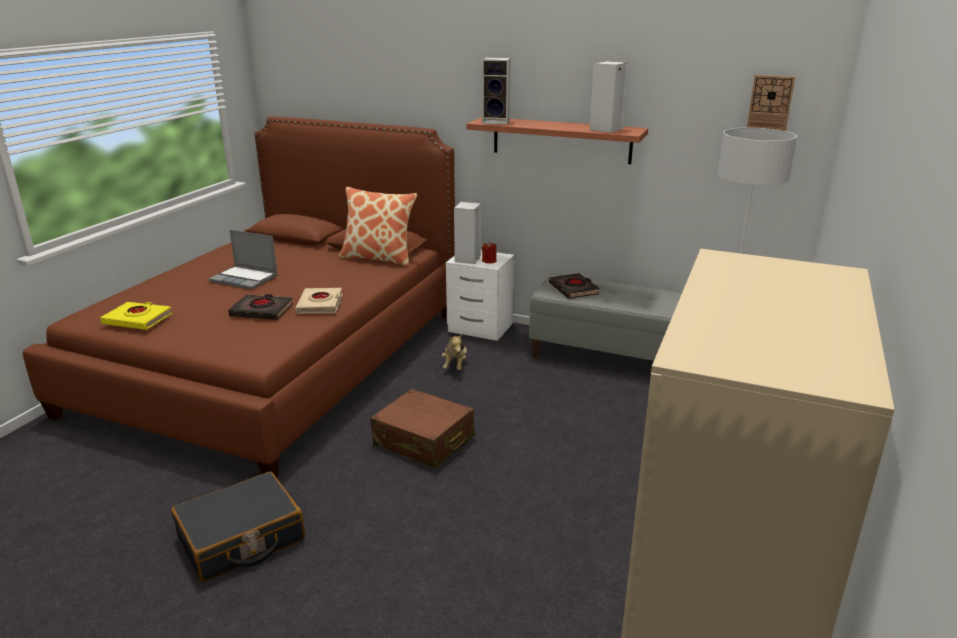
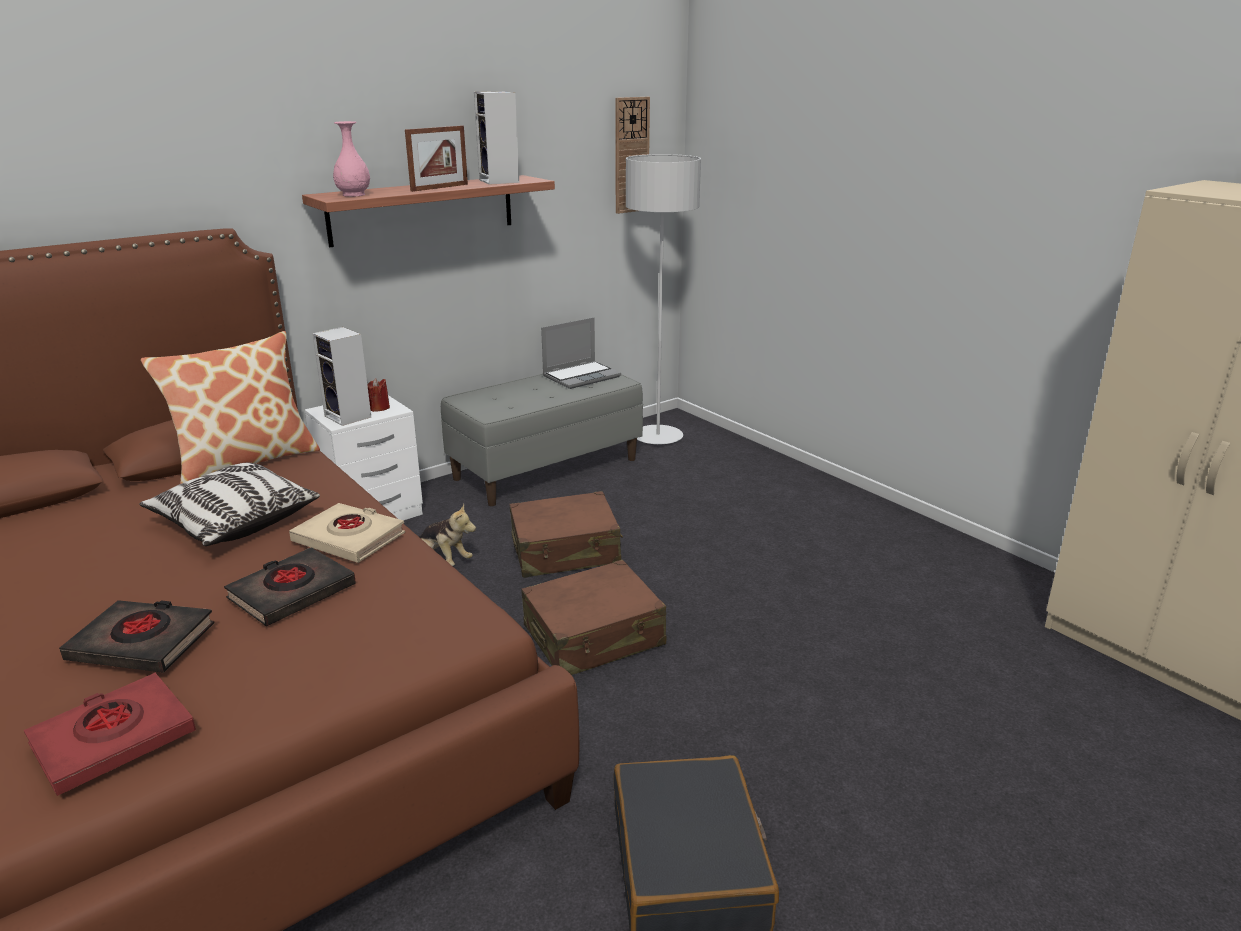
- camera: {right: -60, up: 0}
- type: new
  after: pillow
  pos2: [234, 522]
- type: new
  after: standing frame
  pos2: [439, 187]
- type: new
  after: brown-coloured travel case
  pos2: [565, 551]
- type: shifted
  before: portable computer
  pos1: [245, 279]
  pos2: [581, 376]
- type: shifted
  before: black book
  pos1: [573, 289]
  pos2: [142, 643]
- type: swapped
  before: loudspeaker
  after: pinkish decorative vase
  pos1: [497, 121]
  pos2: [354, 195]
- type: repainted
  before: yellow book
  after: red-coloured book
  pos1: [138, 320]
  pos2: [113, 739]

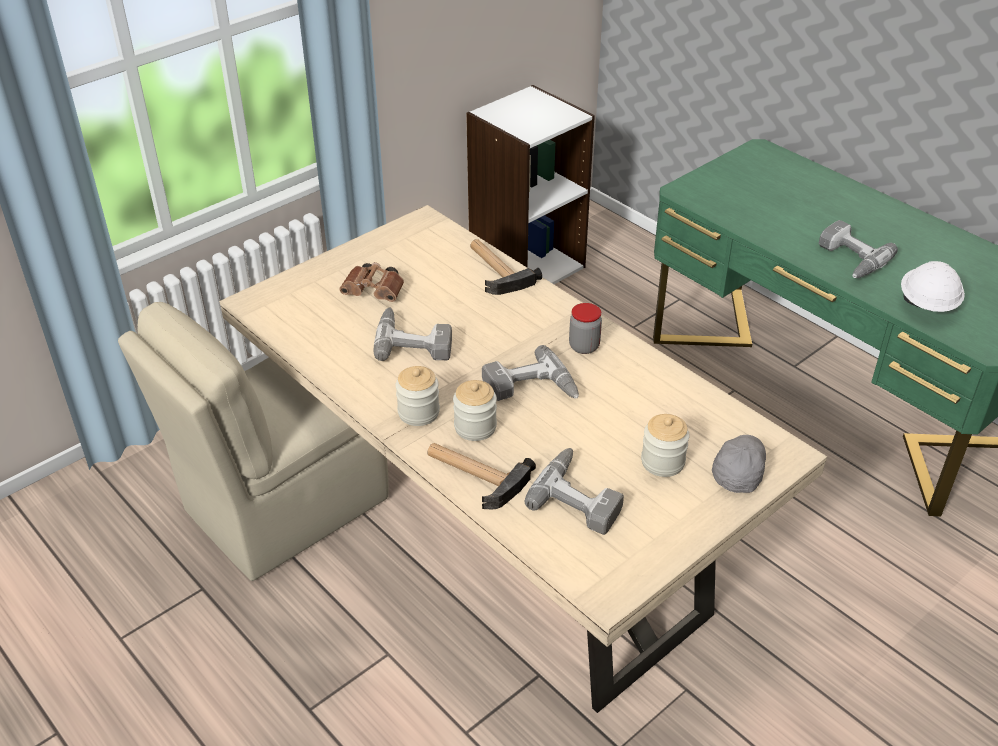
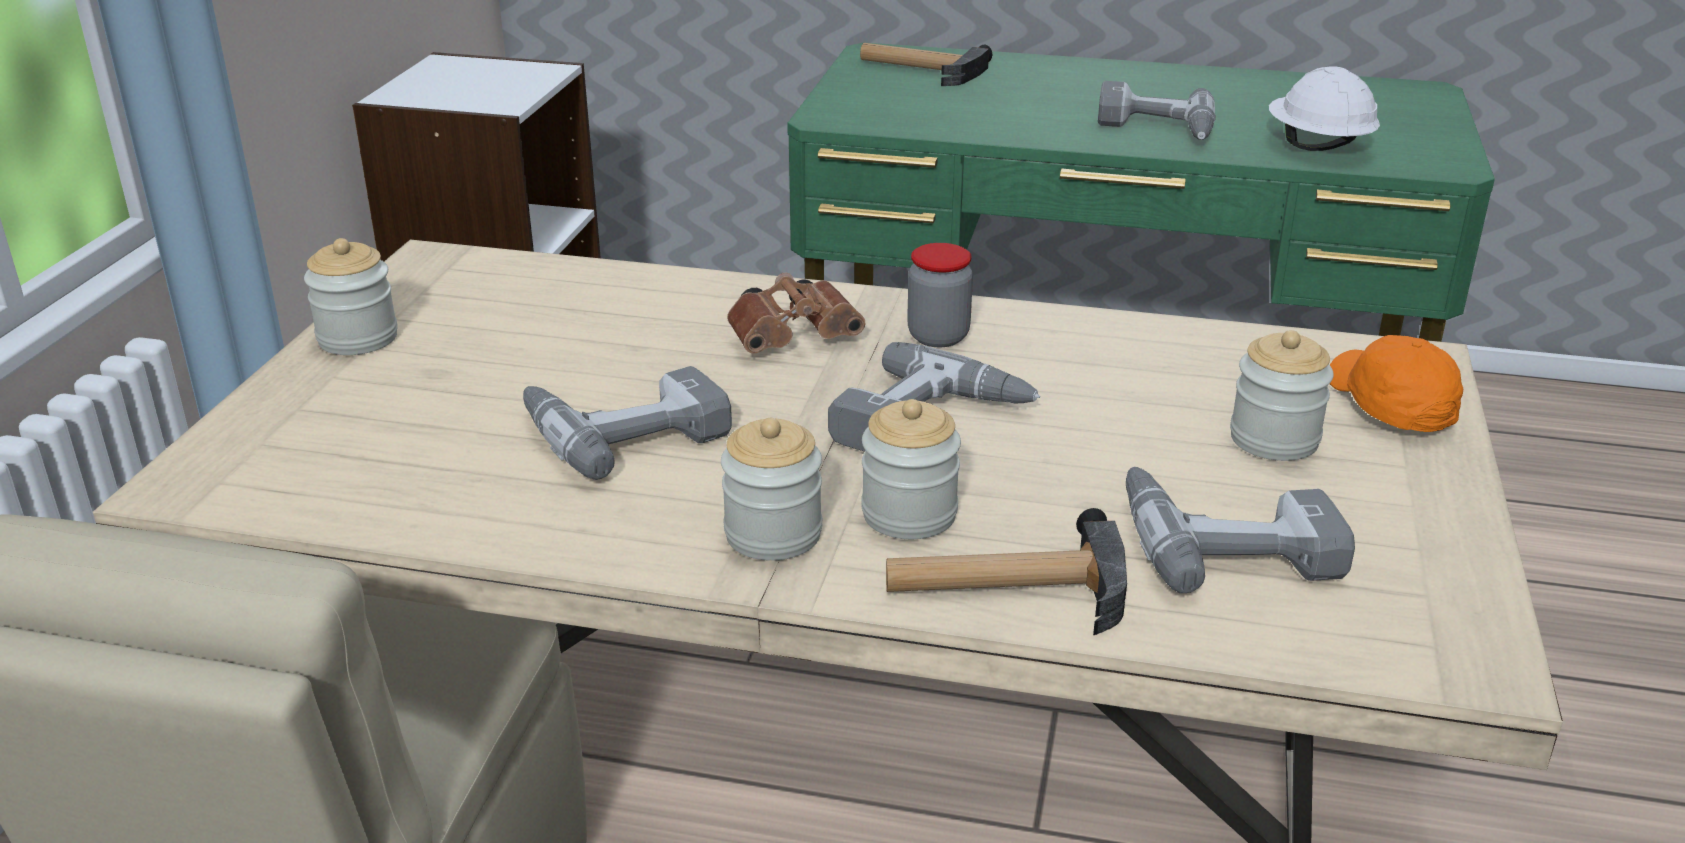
- camera: {right: -35, up: -10}
- type: new
  after: storage jar
  pos2: [358, 338]
- type: shifted
  before: brown-coloured binoculars
  pos1: [375, 292]
  pos2: [797, 337]
- type: shifted
  before: hand hammer
  pos1: [495, 270]
  pos2: [920, 69]
- type: repainted
  before: grey baseball cap
  after: orange baseball cap
  pos1: [739, 469]
  pos2: [1388, 405]

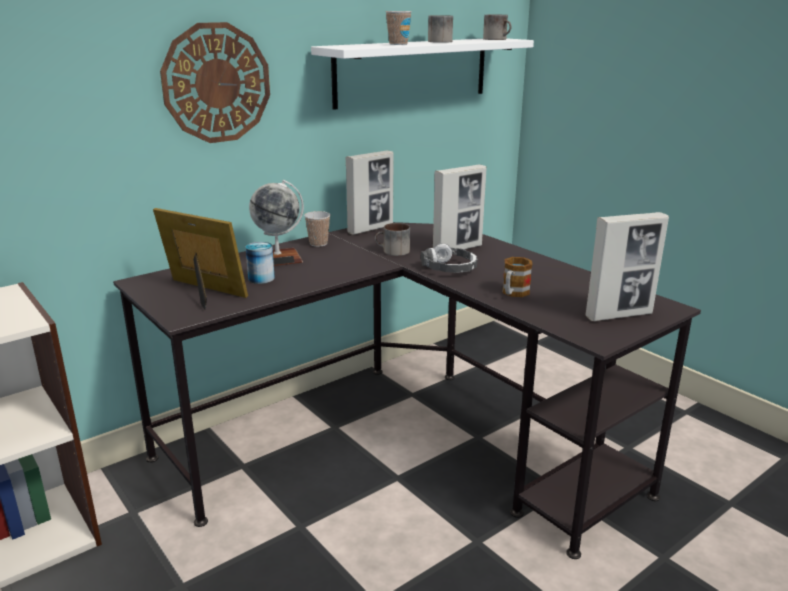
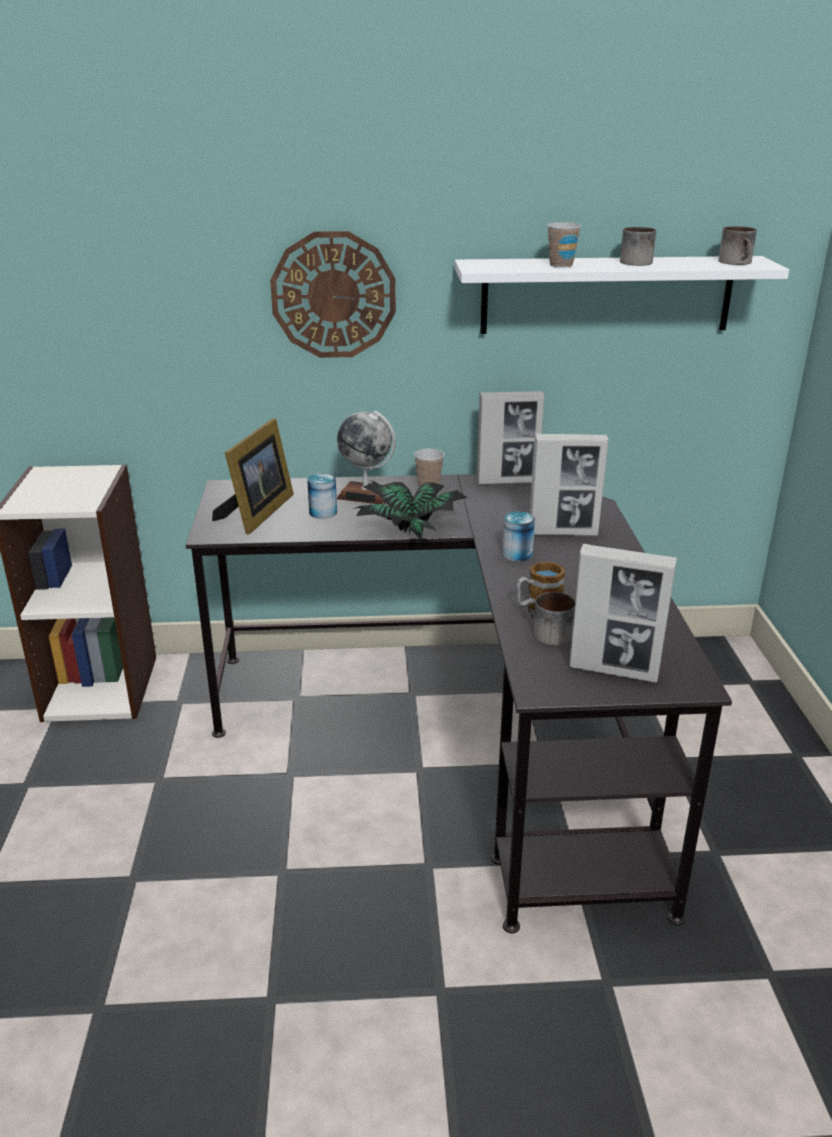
- camera: {right: 35, up: 5}
- type: new
  after: plant in a pot
  pos2: [413, 531]
- type: shifted
  before: mug
  pos1: [392, 251]
  pos2: [547, 634]
- type: swapped
  before: headset
  after: can
  pos1: [449, 268]
  pos2: [517, 554]
- type: rotated
  before: standing frame
  pos1: [203, 293]
  pos2: [257, 513]
  turn: 45

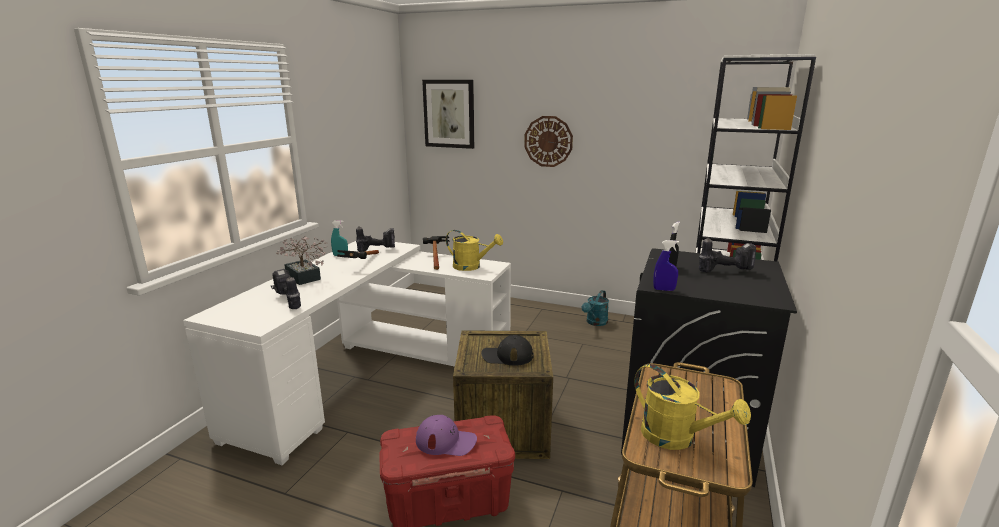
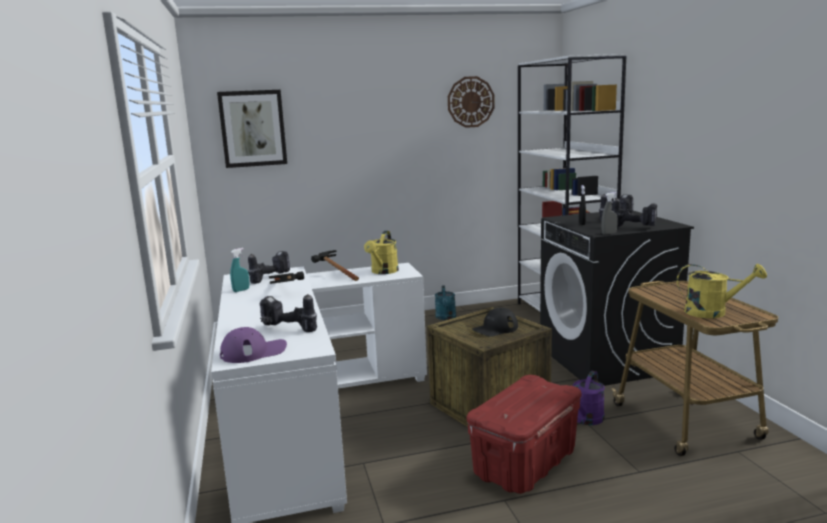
- camera: {right: -35, up: -5}
- type: gone
  before: plant in a pot
  pos1: [304, 279]
- type: new
  after: purple sprinkling can
  pos2: [586, 420]
- type: new
  after: electric drill
  pos2: [634, 227]
- type: shifted
  before: purple baseball cap
  pos1: [446, 441]
  pos2: [254, 352]
- type: shifted
  before: hanging clock
  pos1: [548, 141]
  pos2: [470, 102]
- type: repainted
  before: blue spray bottle
  after: grey spray bottle
  pos1: [664, 289]
  pos2: [609, 233]
- type: rotated
  before: yellow sprinkling can
  pos1: [471, 267]
  pos2: [383, 272]
  turn: 120

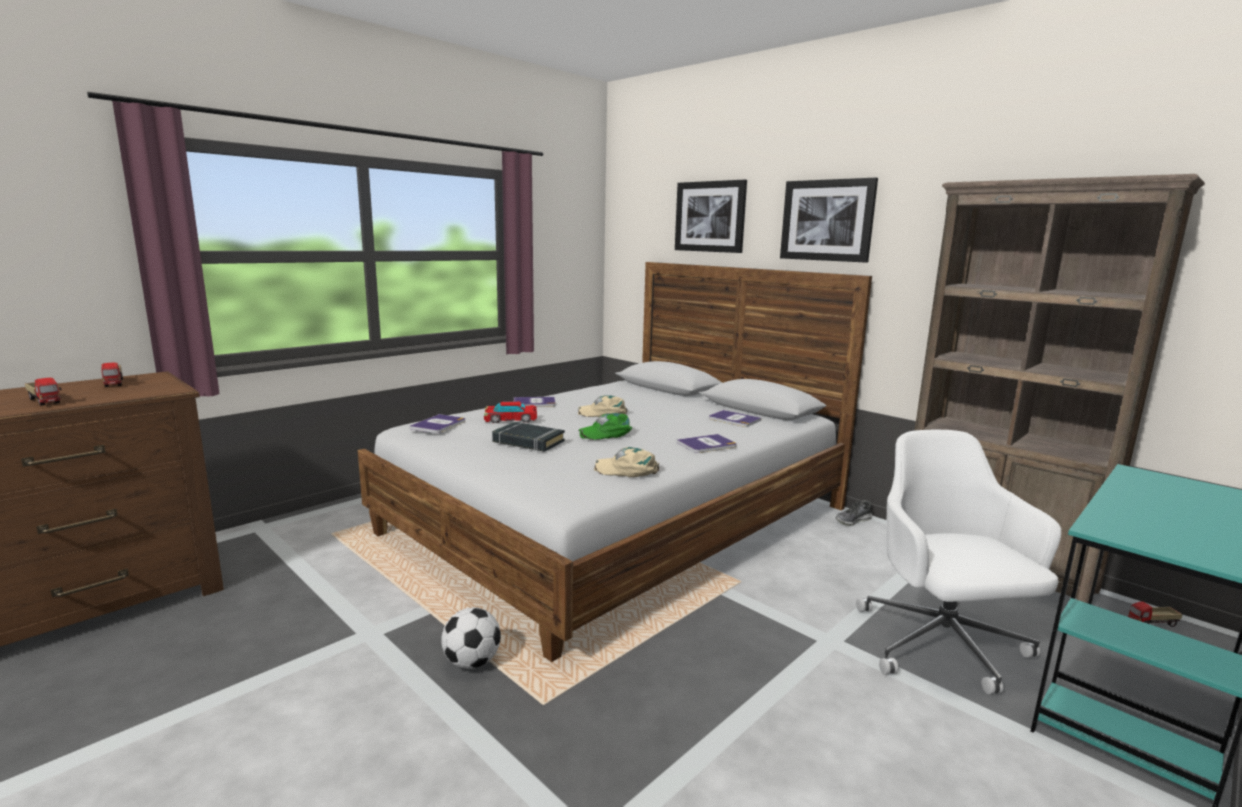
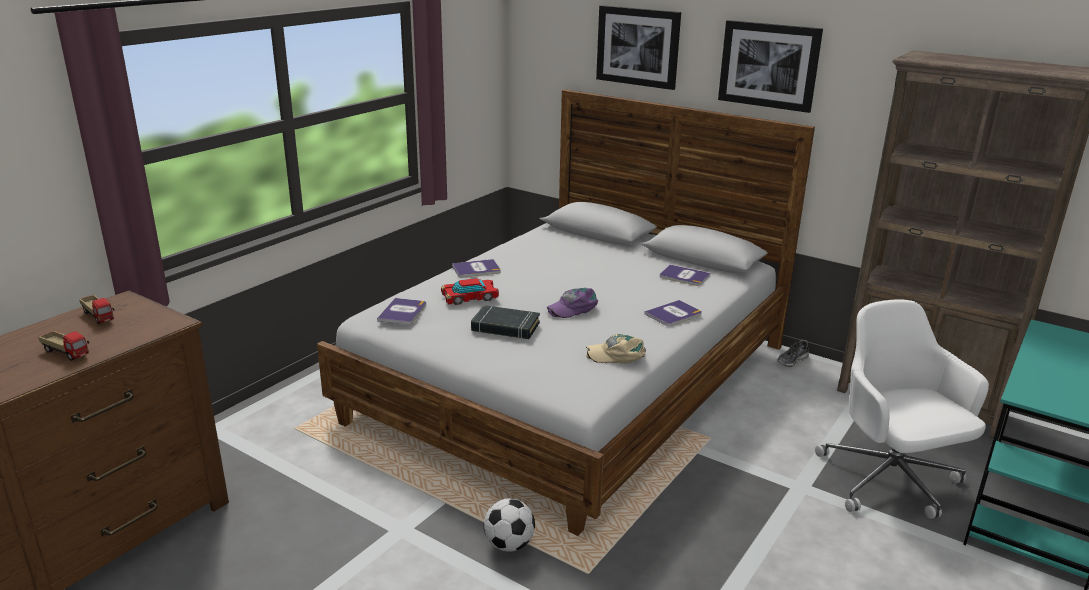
- camera: {right: -10, up: 10}
- type: gone
  before: beige-coloured baseball cap
  pos1: [603, 413]
- type: gone
  before: model truck
  pos1: [1152, 623]
- type: repainted
  before: green baseball cap
  after: purple baseball cap
  pos1: [606, 433]
  pos2: [573, 308]

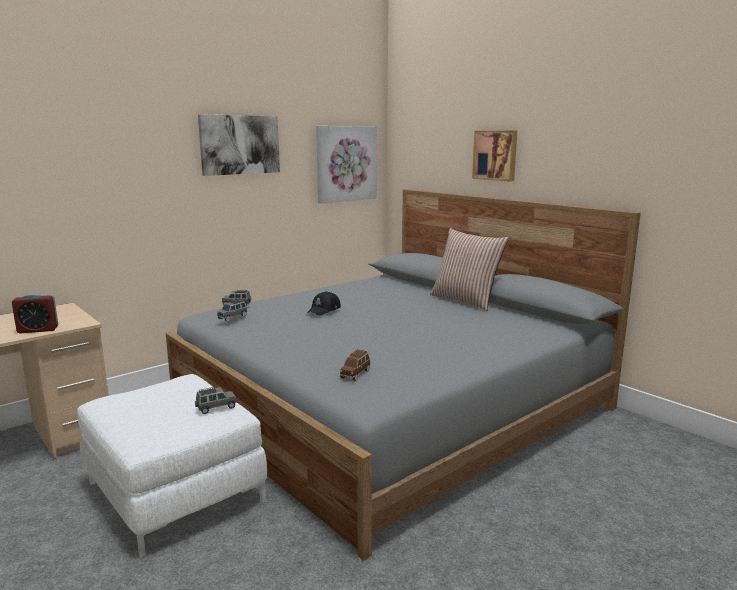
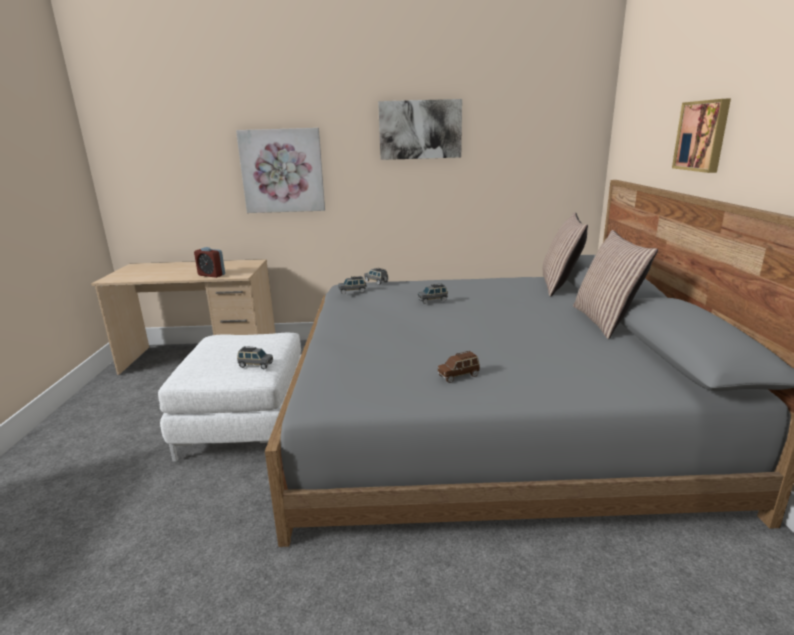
- camera: {right: 40, up: 5}
- type: new
  after: pillow
  pos2: [560, 285]
- type: shifted
  before: picture
  pos1: [346, 163]
  pos2: [282, 171]
- type: shifted
  before: brown-coloured model car
  pos1: [355, 374]
  pos2: [459, 376]
- type: swapped
  before: black baseball cap
  after: grey model car
  pos1: [324, 310]
  pos2: [433, 300]

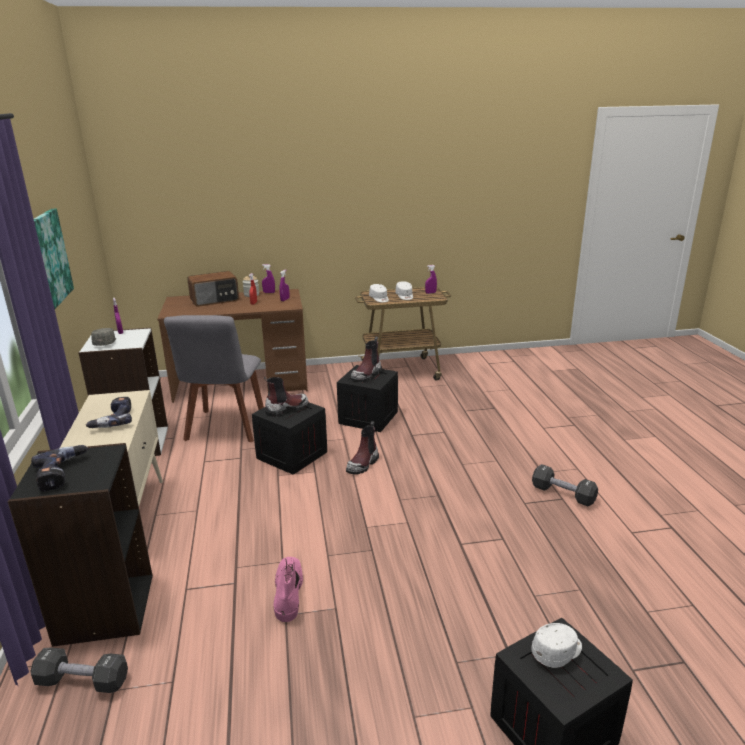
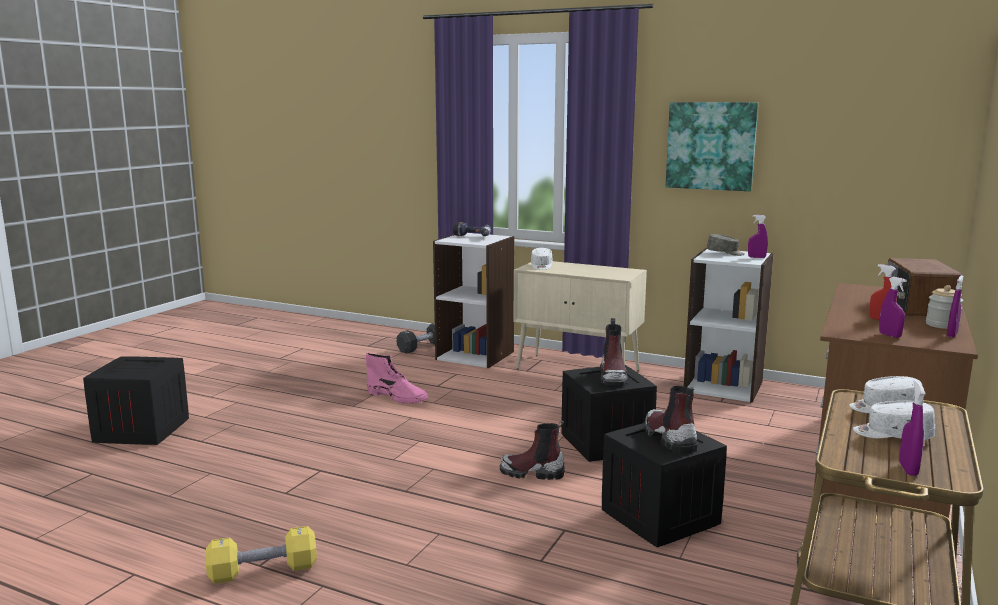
- camera: {right: 125, up: -10}
- type: gone
  before: electric drill
  pos1: [113, 420]
- type: gone
  before: grey chair
  pos1: [225, 428]
- type: shifted
  before: whitish baseball cap
  pos1: [557, 651]
  pos2: [541, 266]
- type: repainted
  before: black bookshelf
  after: whitish bookshelf
  pos1: [104, 608]
  pos2: [475, 355]
- type: repainted
  before: black dumbbell
  after: yellow dumbbell
  pos1: [563, 494]
  pos2: [263, 571]
- type: rotated
  before: boot
  pos1: [363, 464]
  pos2: [532, 473]
  turn: -60

